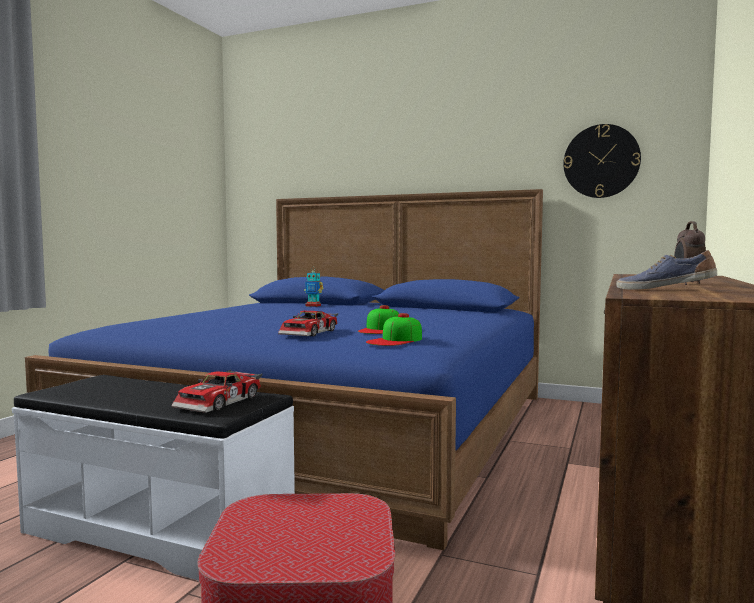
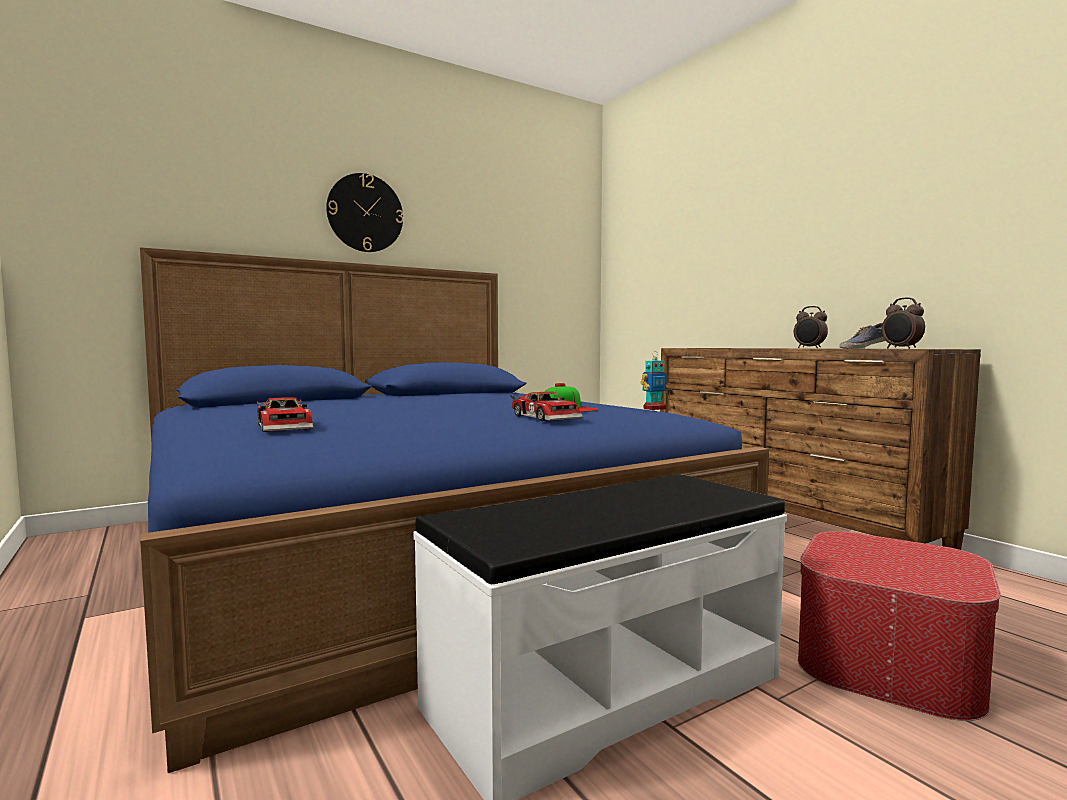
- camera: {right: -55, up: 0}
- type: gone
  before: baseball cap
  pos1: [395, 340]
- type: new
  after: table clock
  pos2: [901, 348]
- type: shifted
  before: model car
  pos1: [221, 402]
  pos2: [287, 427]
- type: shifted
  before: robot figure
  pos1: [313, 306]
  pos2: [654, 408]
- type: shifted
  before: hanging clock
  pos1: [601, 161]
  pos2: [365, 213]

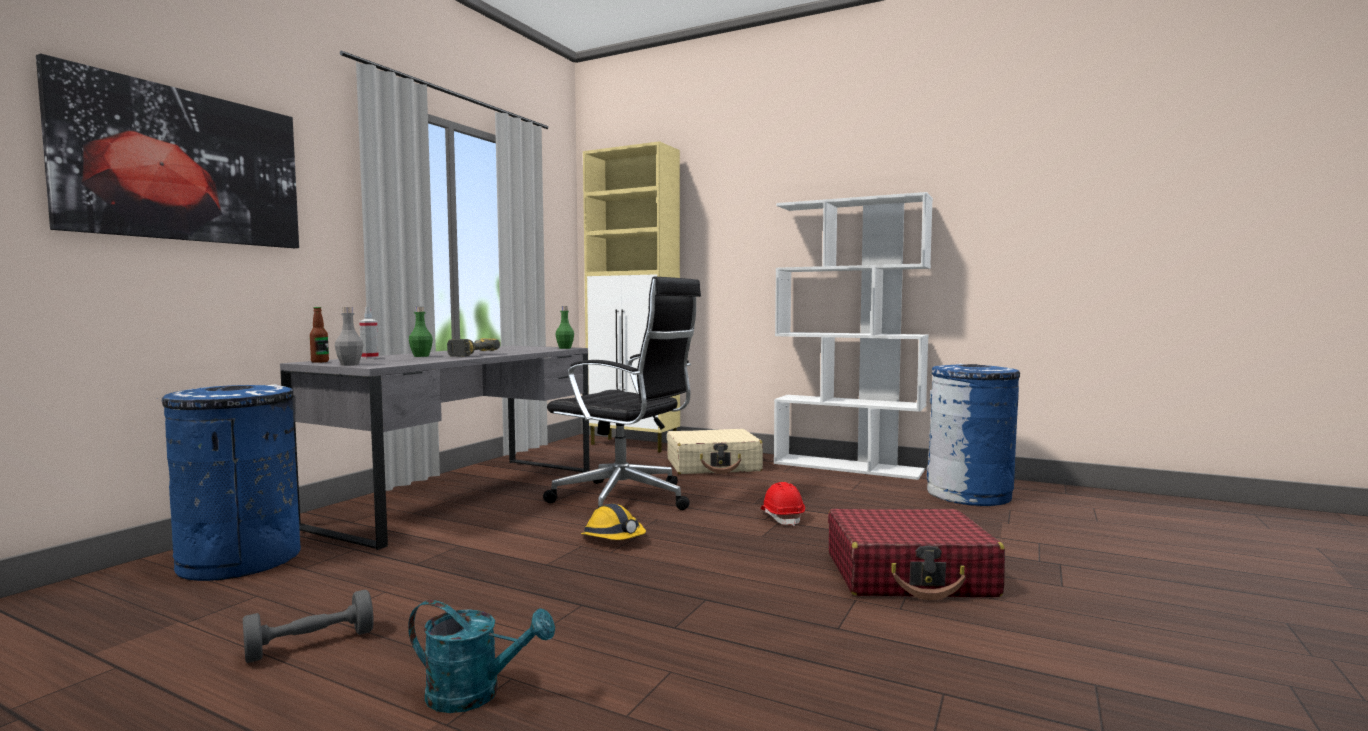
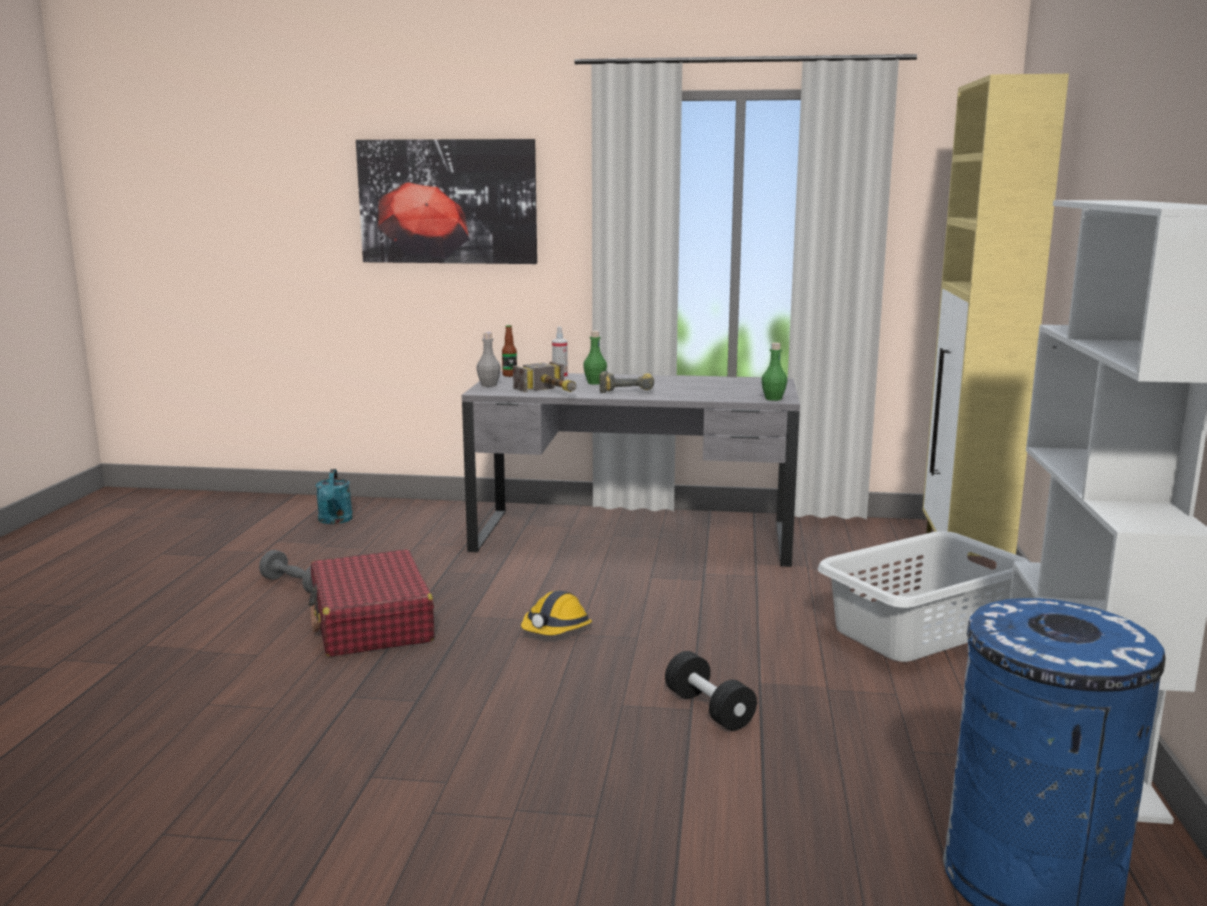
- camera: {right: 70, up: 10}
- type: gone
  before: blue rubbish bin
  pos1: [240, 560]
- type: gone
  before: black desk chair
  pos1: [626, 500]
- type: new
  after: hand hammer
  pos2: [553, 392]
- type: shifted
  before: turquoise-coloured sprinkling can
  pos1: [475, 694]
  pos2: [335, 520]
- type: shifted
  before: red-coloured travel case
  pos1: [909, 575]
  pos2: [371, 623]
- type: swapped
  before: beige-coloured travel case
  after: grey washing basket
  pos1: [713, 466]
  pos2: [921, 630]
- type: swapped
  before: red-coloured hard hat
  after: black dumbbell
  pos1: [782, 517]
  pos2: [709, 709]

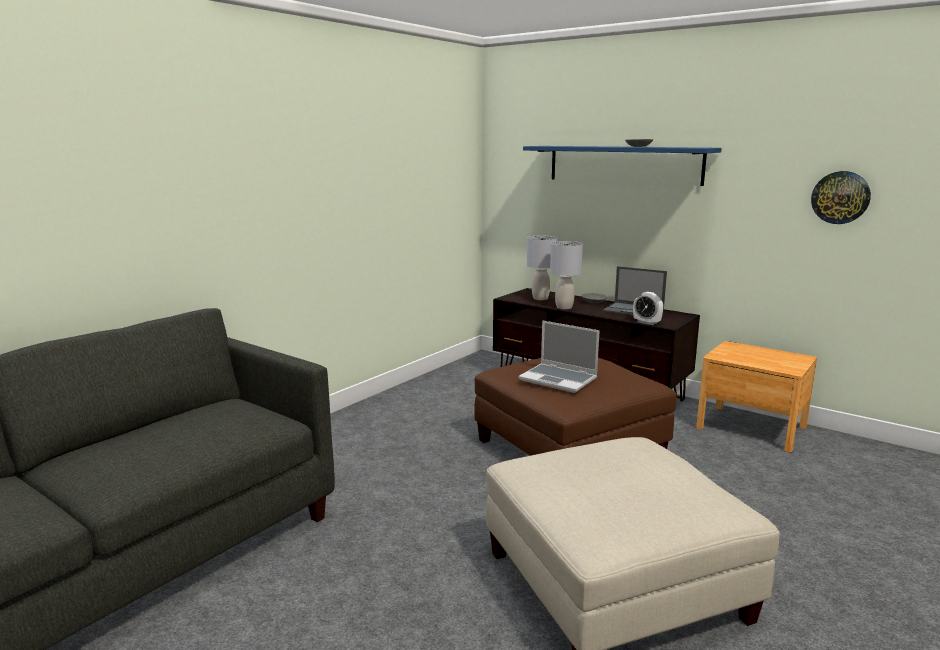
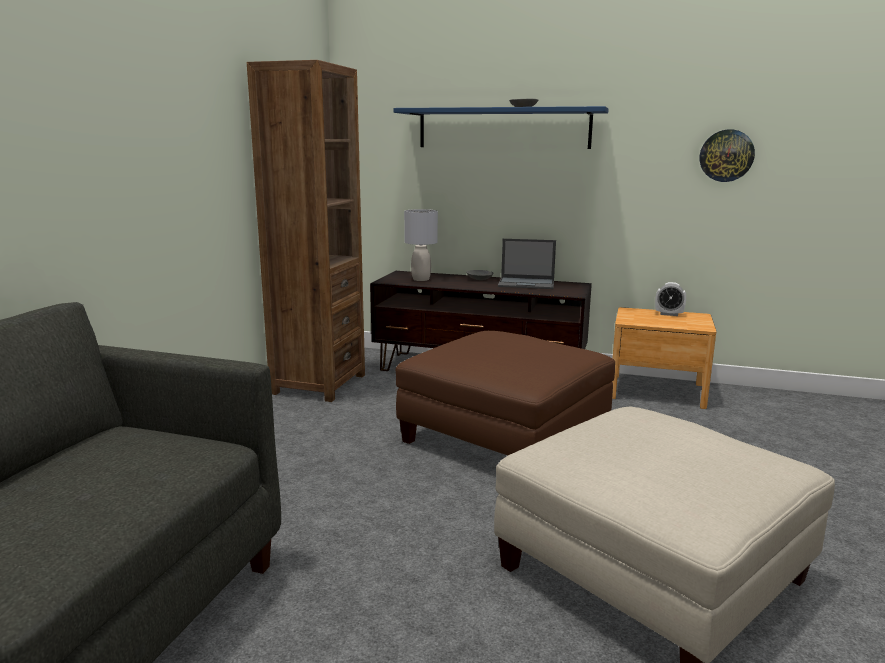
- camera: {right: -20, up: 0}
- type: gone
  before: portable computer
  pos1: [559, 379]
- type: gone
  before: grey lamp for a table
  pos1: [564, 307]
- type: new
  after: brown-coloured bookshelf
  pos2: [318, 384]
- type: shifted
  before: table clock
  pos1: [646, 322]
  pos2: [669, 314]

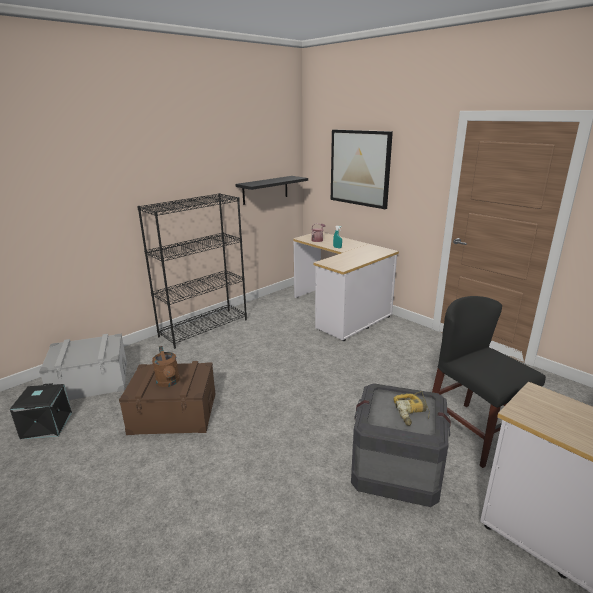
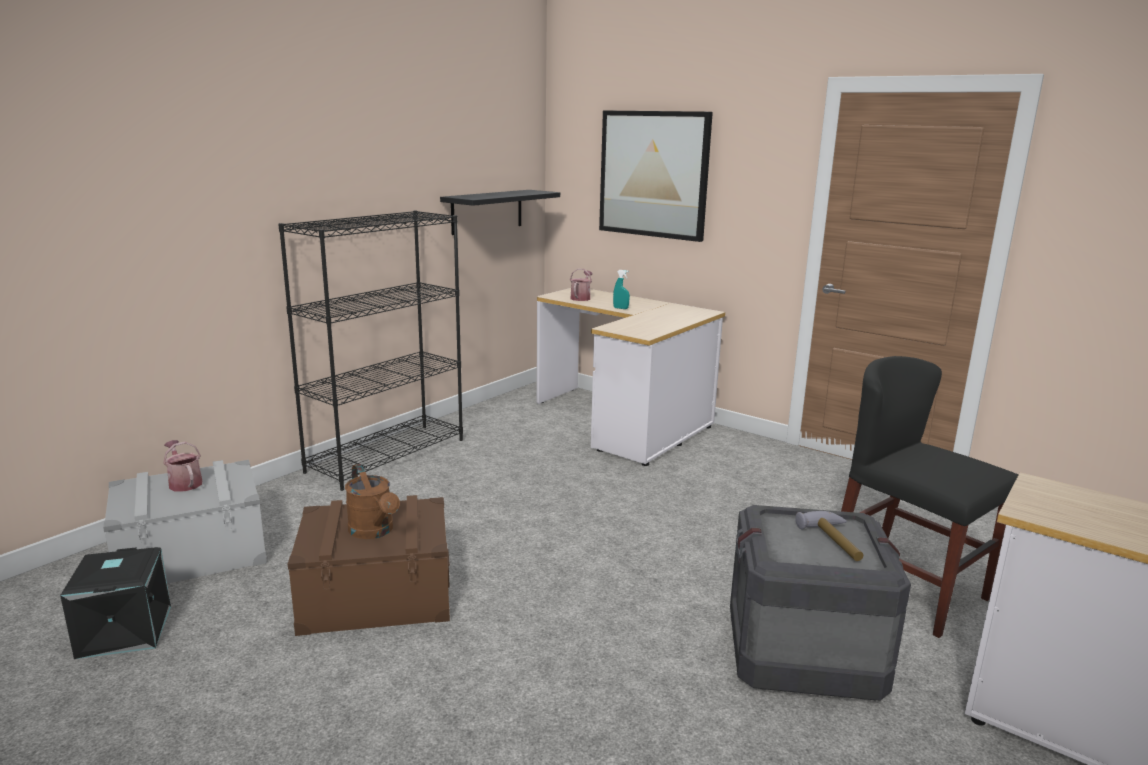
- camera: {right: -10, up: -5}
- type: new
  after: sprinkling can
  pos2: [184, 482]
- type: swapped
  before: electric drill
  after: hand hammer
  pos1: [412, 412]
  pos2: [835, 542]

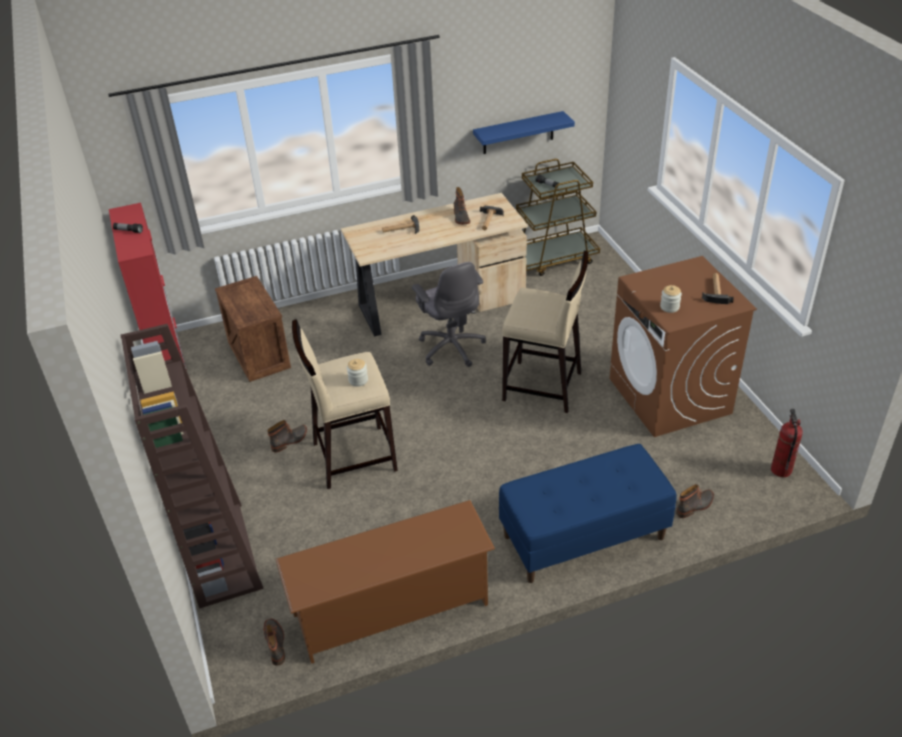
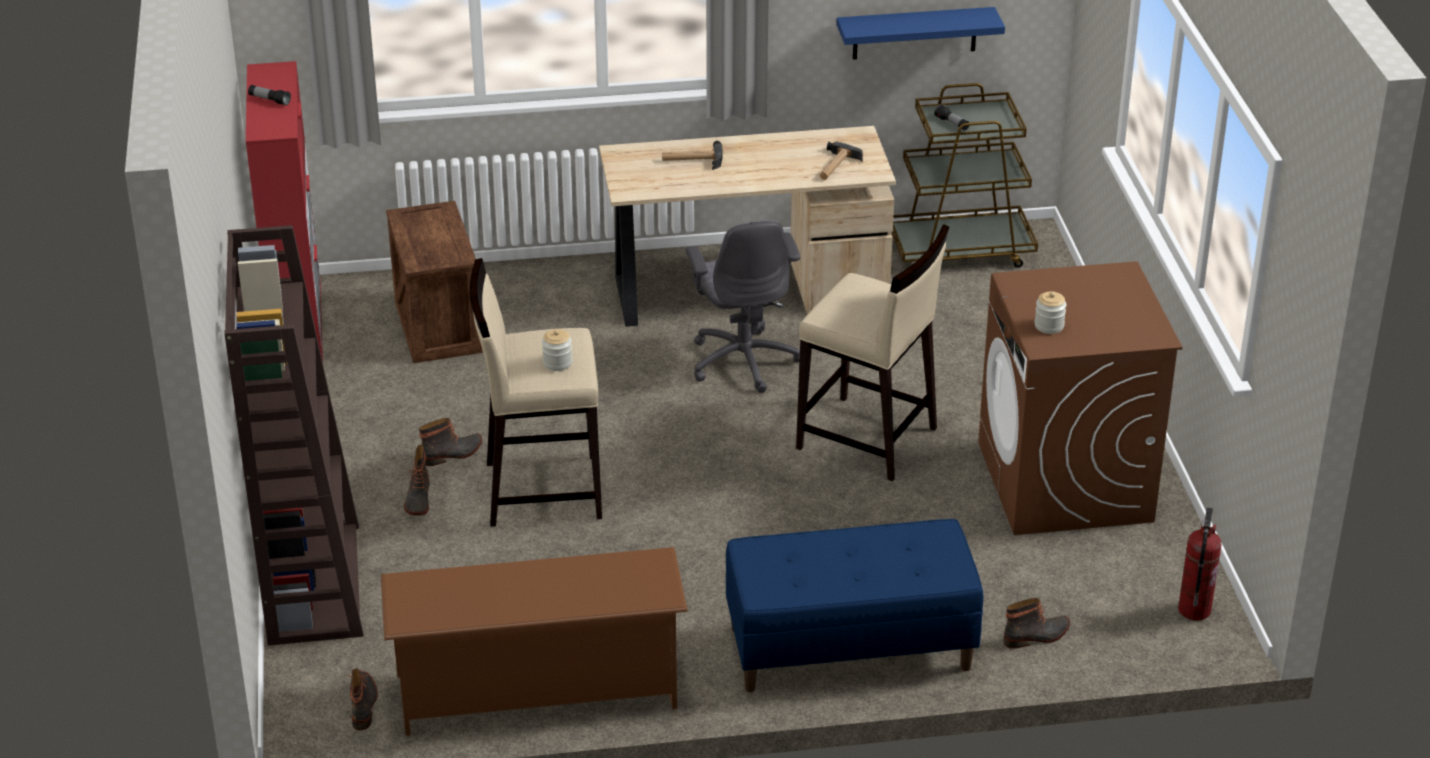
- camera: {right: 10, up: -5}
- type: gone
  before: hand hammer
  pos1: [715, 290]
- type: shifted
  before: boot
  pos1: [460, 217]
  pos2: [417, 499]

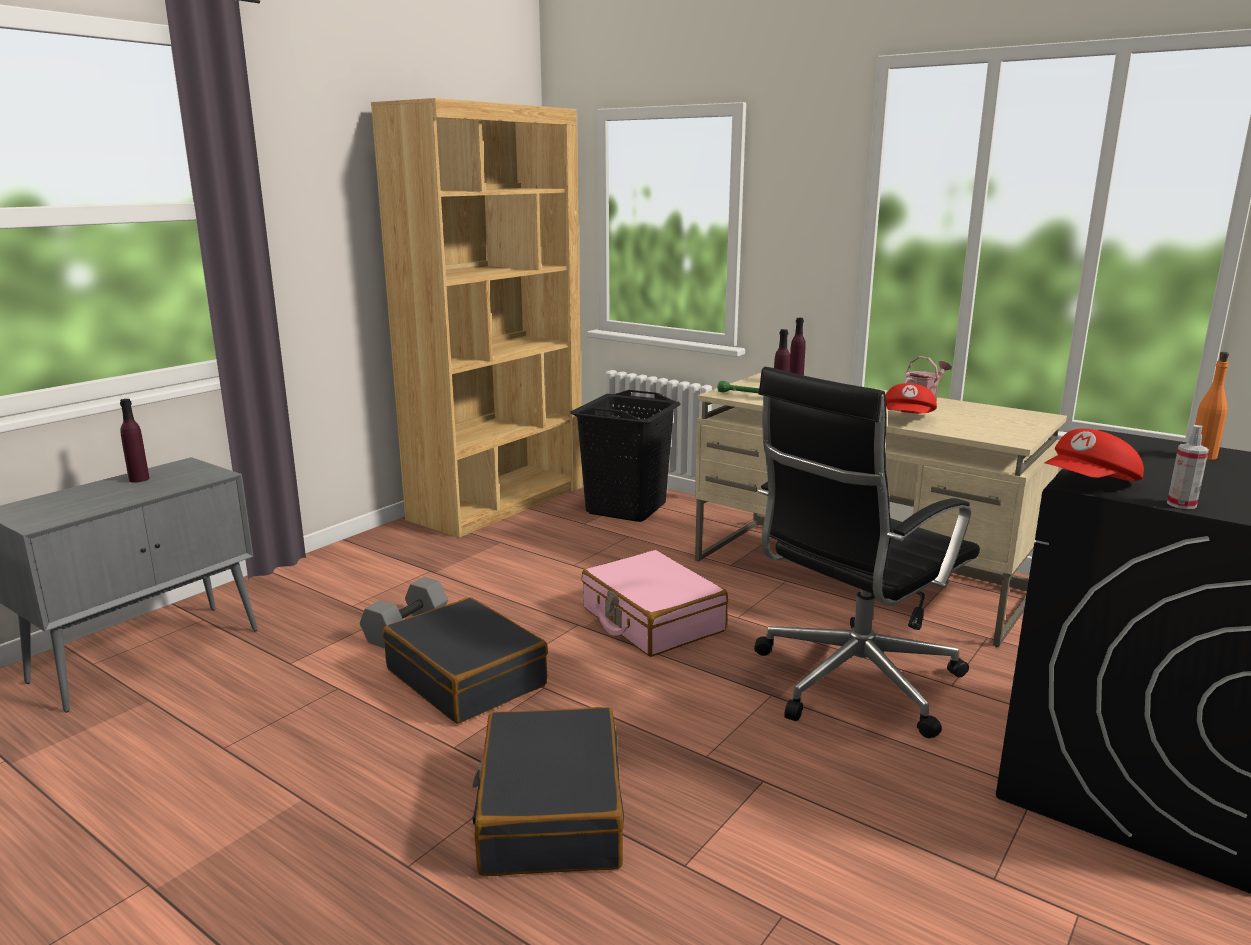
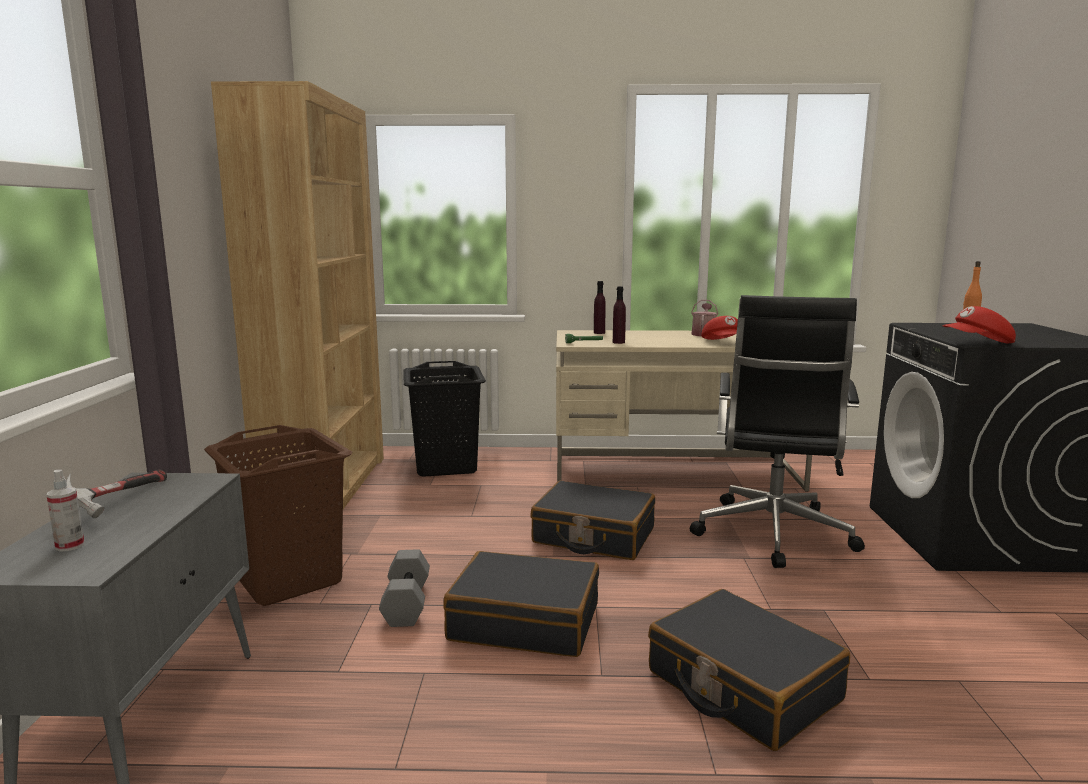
- camera: {right: -35, up: -5}
- type: new
  after: brown-coloured washing basket
  pos2: [289, 579]
- type: shifted
  before: spray bottle
  pos1: [1181, 504]
  pos2: [70, 546]
- type: swapped
  before: purple drink bottle
  after: hand hammer
  pos1: [139, 479]
  pos2: [118, 503]
- type: repainted
  before: pinkish travel case
  after: black travel case
  pos1: [651, 620]
  pos2: [593, 536]
- type: rotated
  before: red-coloured baseball cap
  pos1: [1090, 485]
  pos2: [978, 343]
  turn: 60

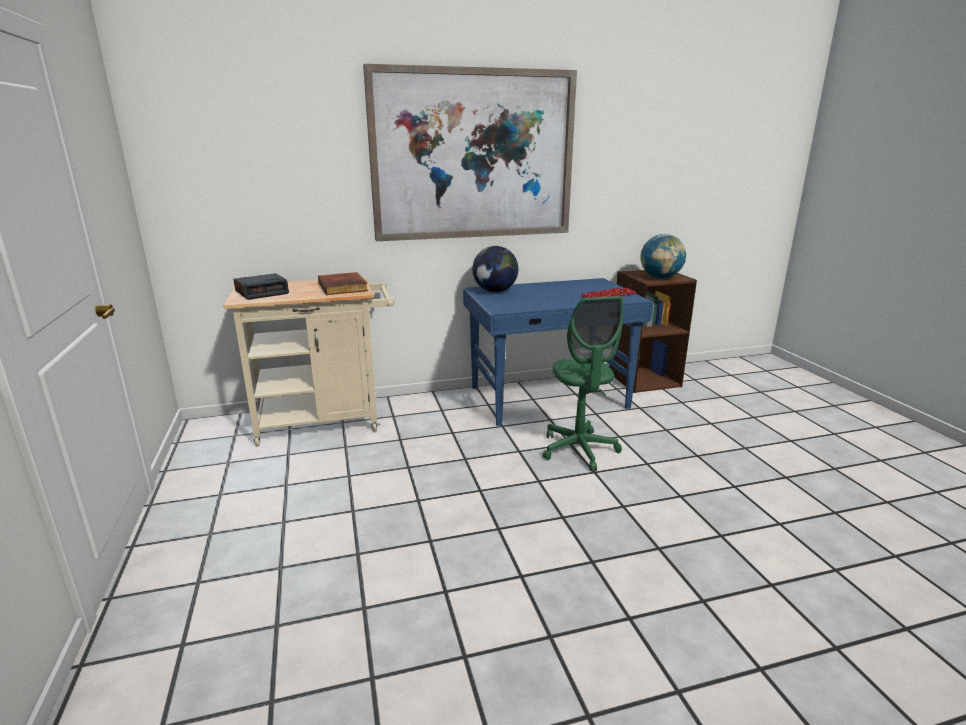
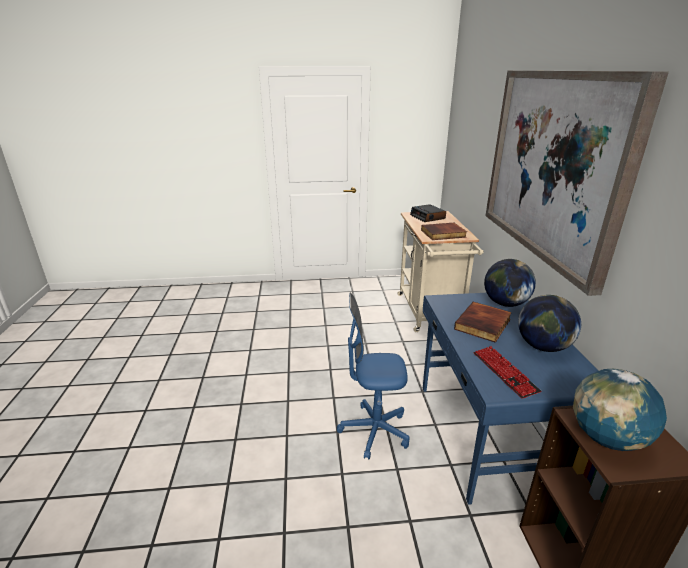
- camera: {right: 100, up: 5}
- type: new
  after: book
  pos2: [483, 324]
- type: new
  after: globe
  pos2: [542, 346]
- type: repainted
  before: green desk chair
  after: blue desk chair
  pos1: [579, 450]
  pos2: [374, 431]

